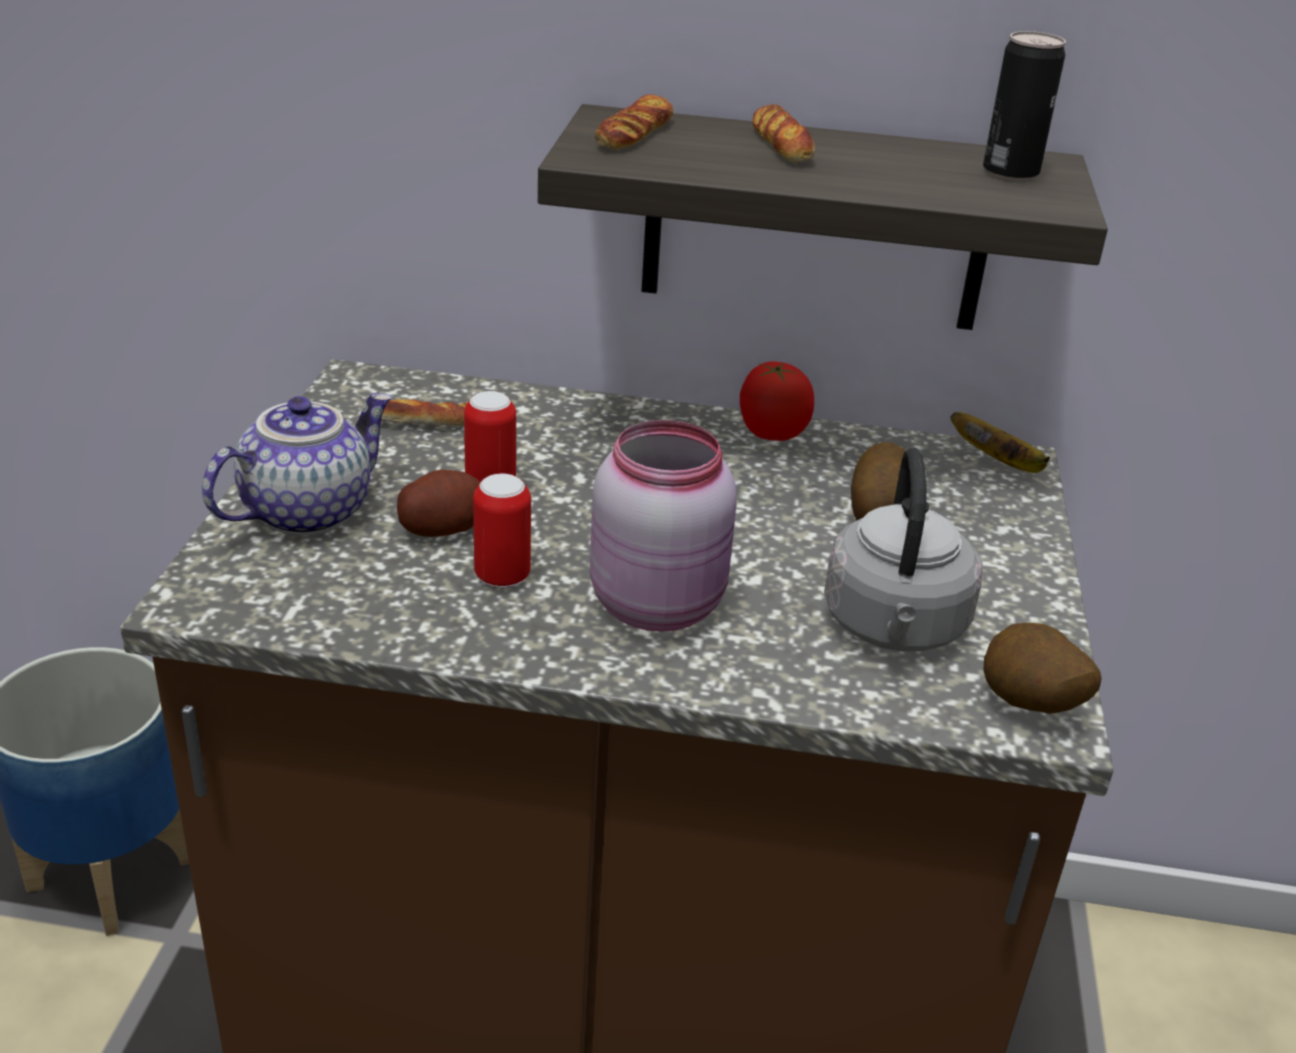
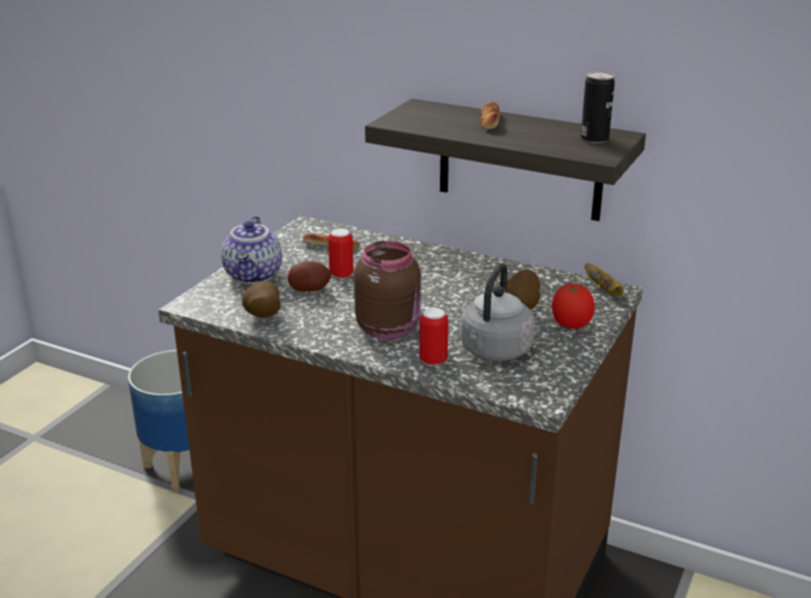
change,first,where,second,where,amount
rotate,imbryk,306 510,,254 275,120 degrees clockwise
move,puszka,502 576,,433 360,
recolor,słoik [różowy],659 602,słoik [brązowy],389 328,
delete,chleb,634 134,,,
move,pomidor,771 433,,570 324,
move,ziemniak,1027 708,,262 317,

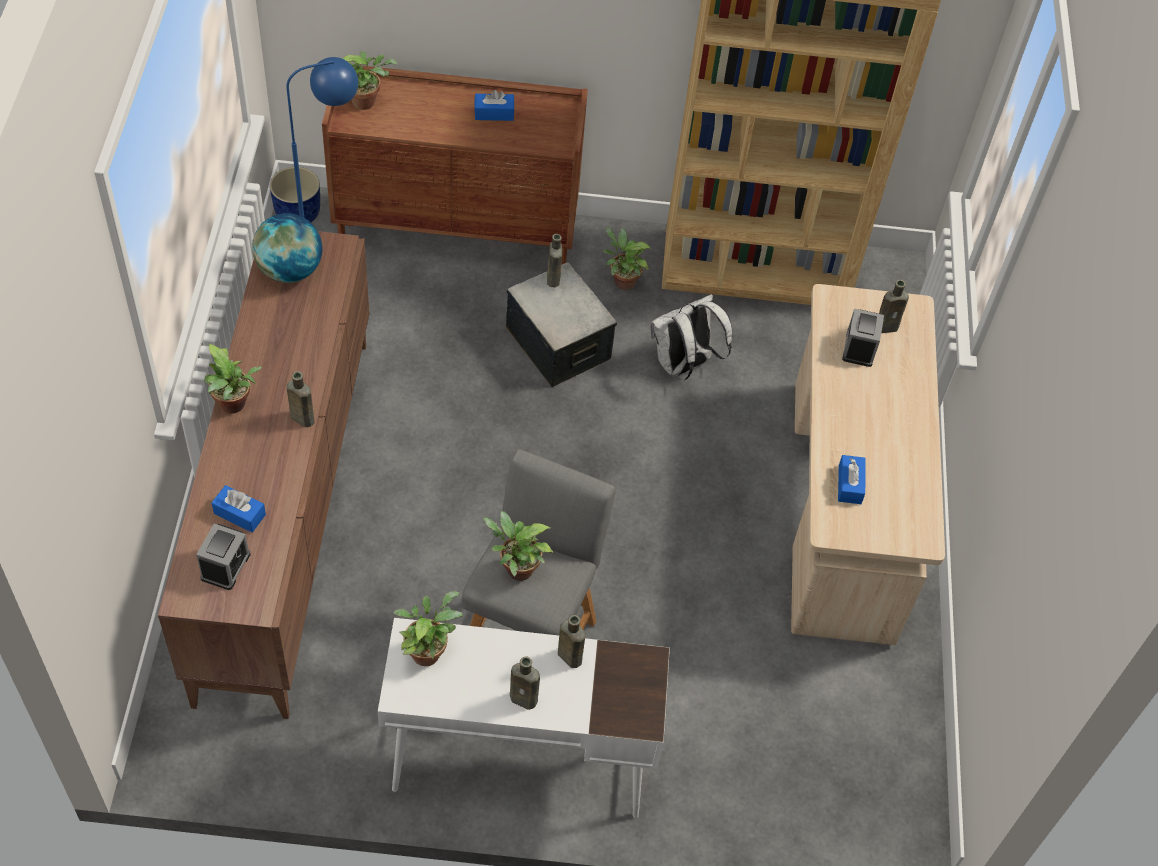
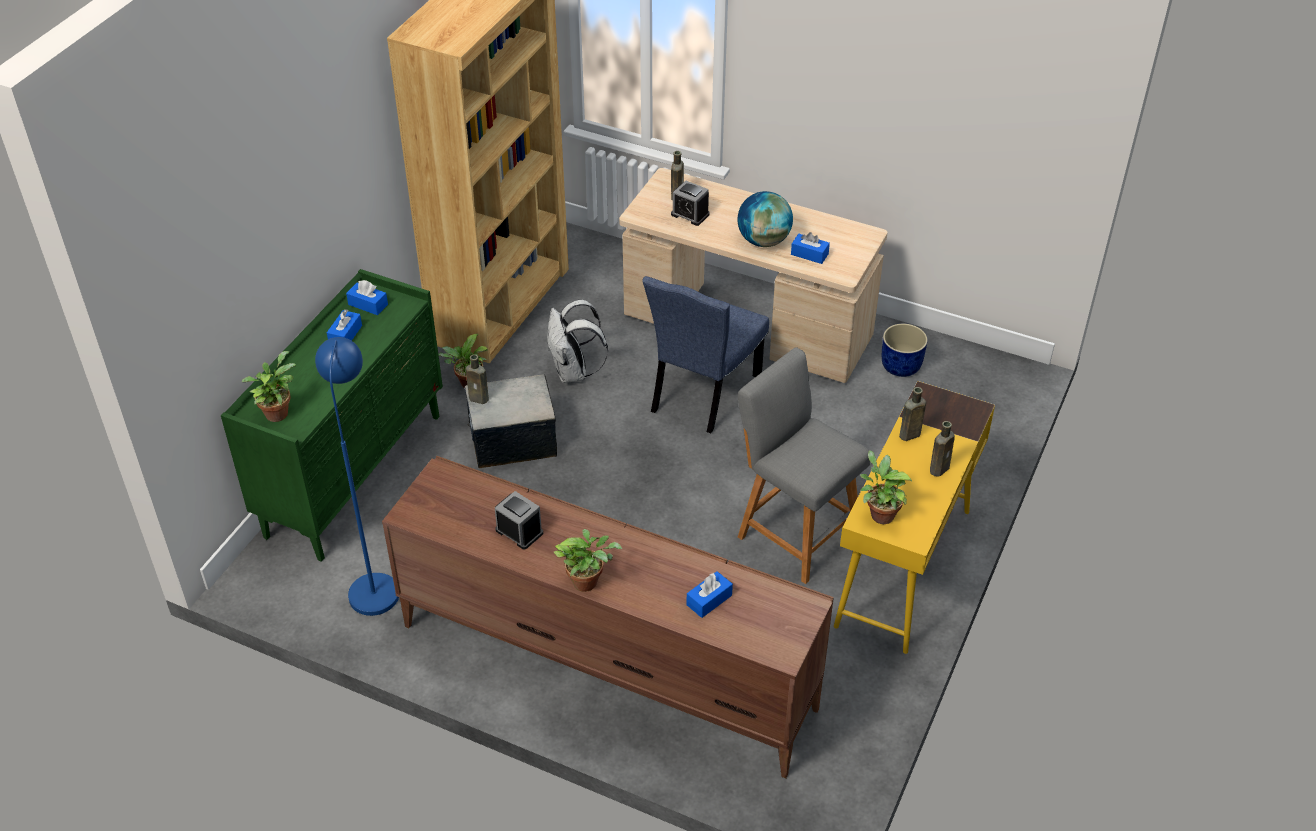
change,first,where,second,where,amount
move,budzik,225 566,,519 531,
move,globus,290 270,,764 241,
move,donica [niebieski],298 214,,901 366,
delete,butelka [brązowy],301 417,,,
recolor,szafka [brązowy],458 234,szafka [zielony],355 474,
recolor,biurko [biały],518 762,biurko [żółty],903 568,
delete,roślina doniczkowa,516 569,,,
insert,,,pudełko chusteczek [niebieski],368 304,
insert,,,krzesło [niebieski],704 390,

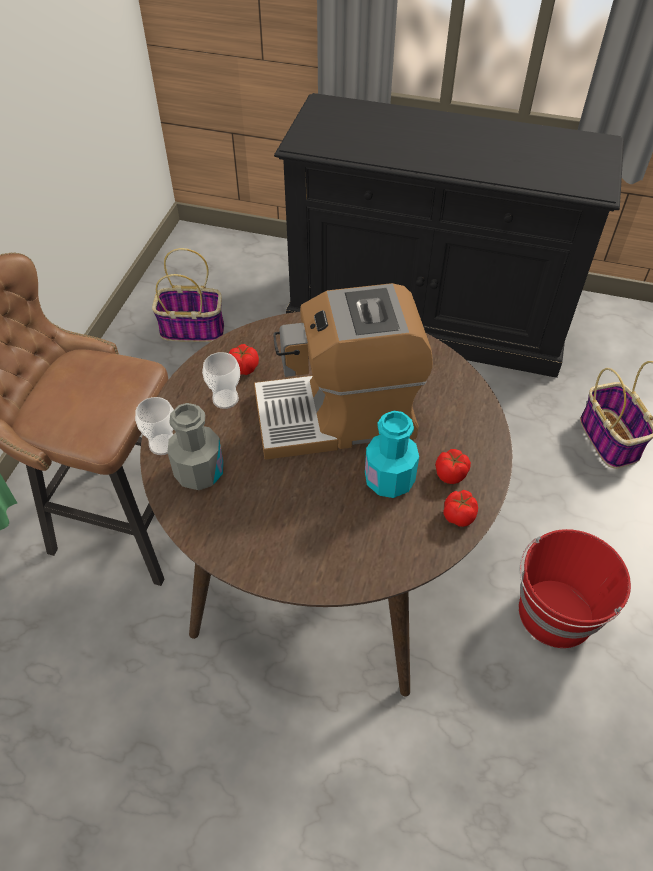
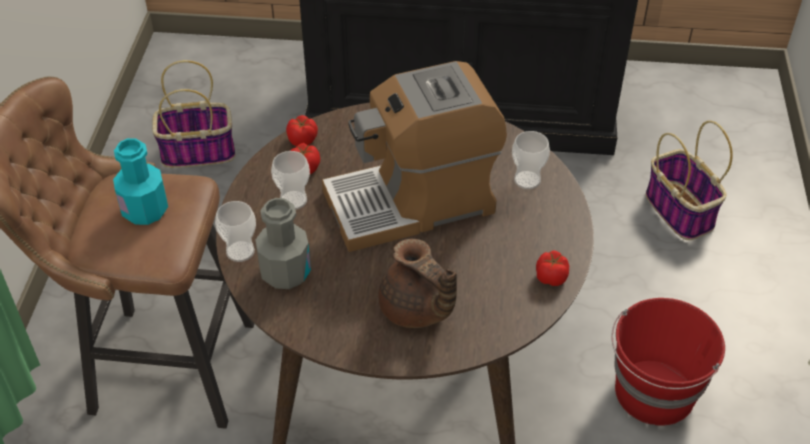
change,first,where,second,where,amount
move,butelka [turkusowy],389 480,,145 210,
move,pomidor,451 474,,303 140,
insert,,,imbryk [brązowy],416 310,
insert,,,filiżanka,527 180,

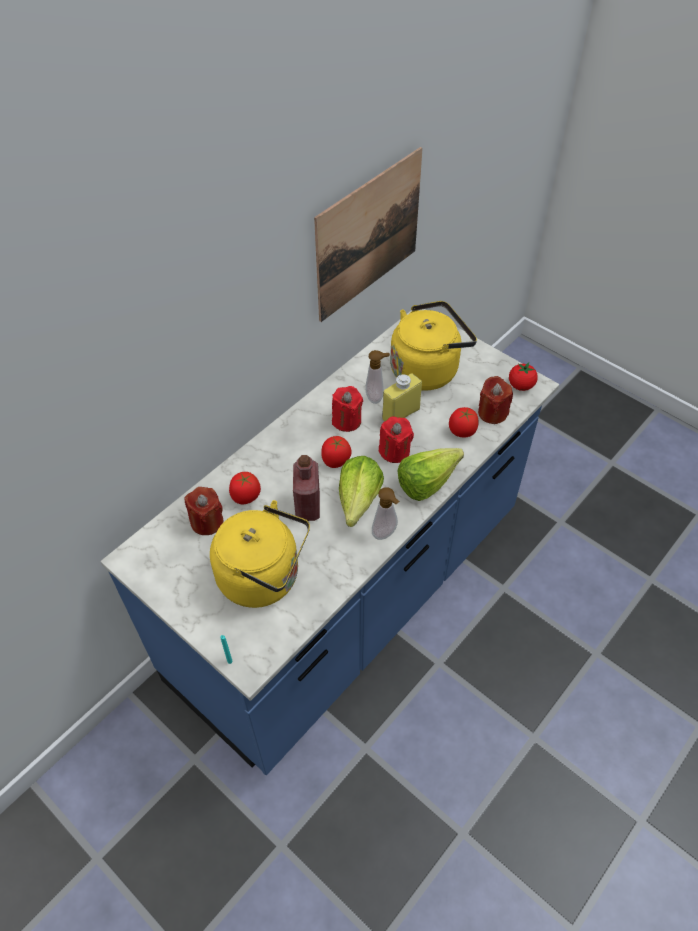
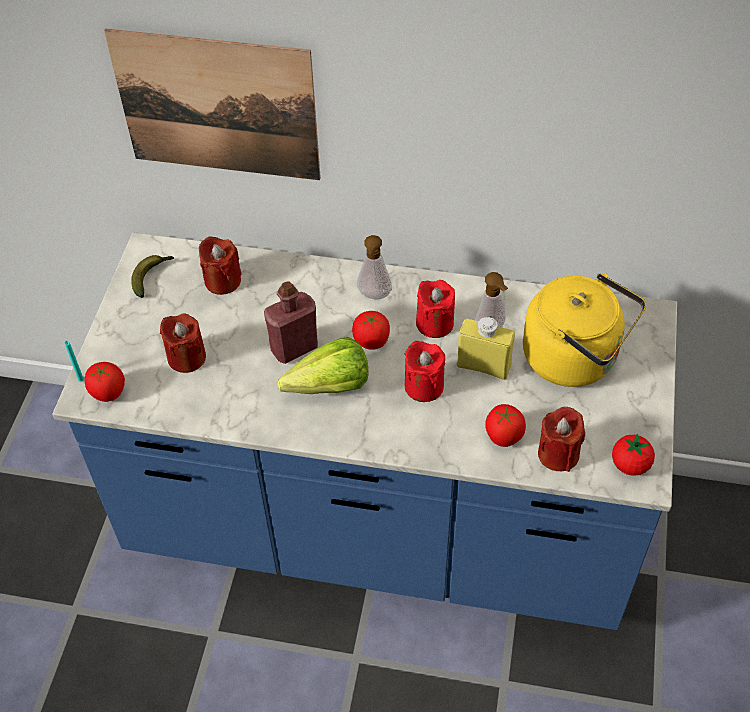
change,first,where,second,where,amount
replace,czajnik [żółty],264 577,świeca [czerwony],186 357,
move,pomidor,246 497,,108 393,
move,obraz,368 235,,217 106,
move,dozownik mydła,386 534,,373 296,
delete,sałata,432 481,,,
insert,,,banan,152 277,

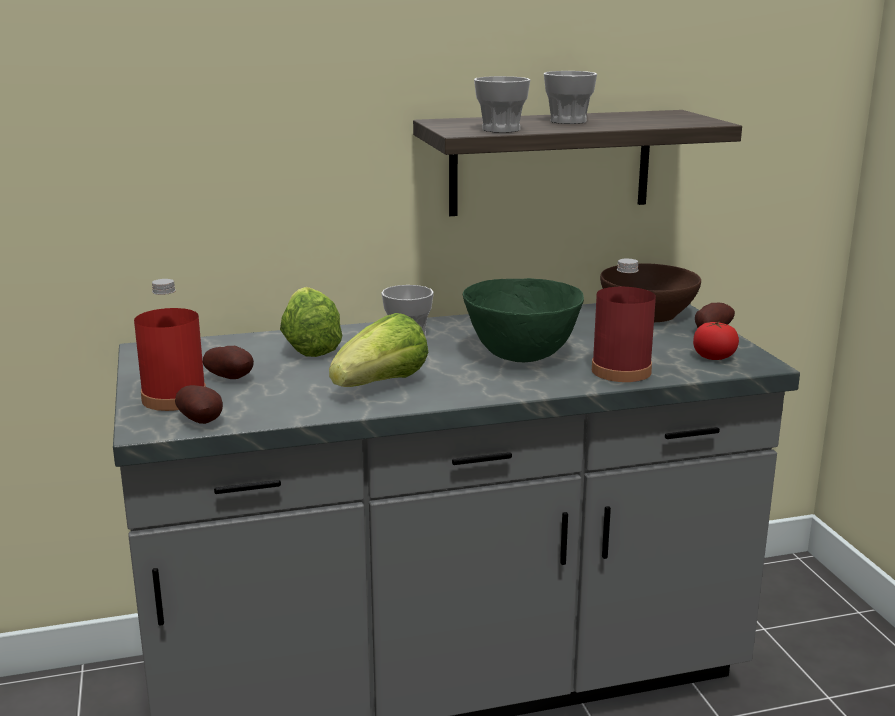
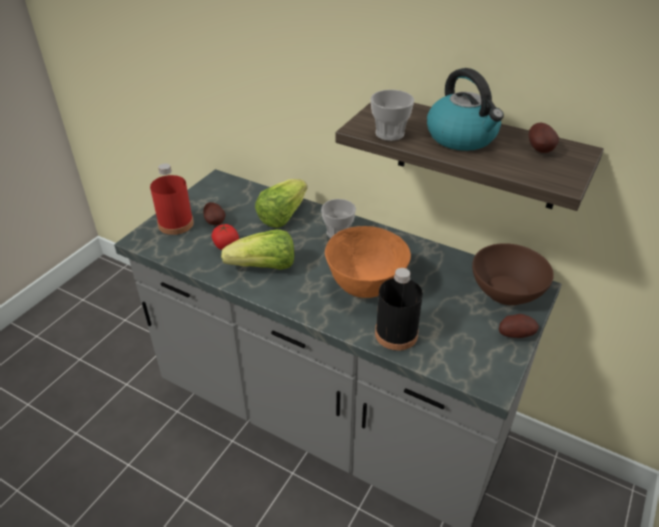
change,first,where,second,where,amount
move,ziemniak,202 422,,540 150,
recolor,miska [zielony],522 356,miska [pomarańczowy],365 286,
replace,filiżanka,568 121,czajnik,462 137,
recolor,butelka [czerwony],621 371,butelka [czarny],396 334,
move,pomidor,714 357,,226 246,

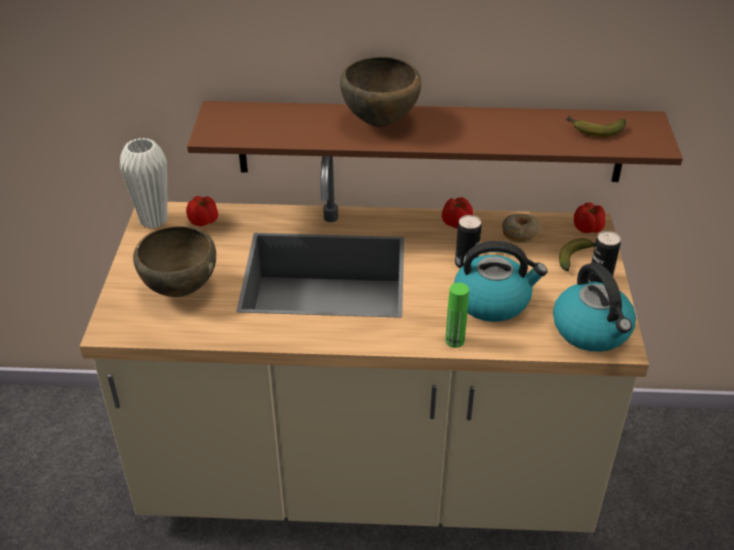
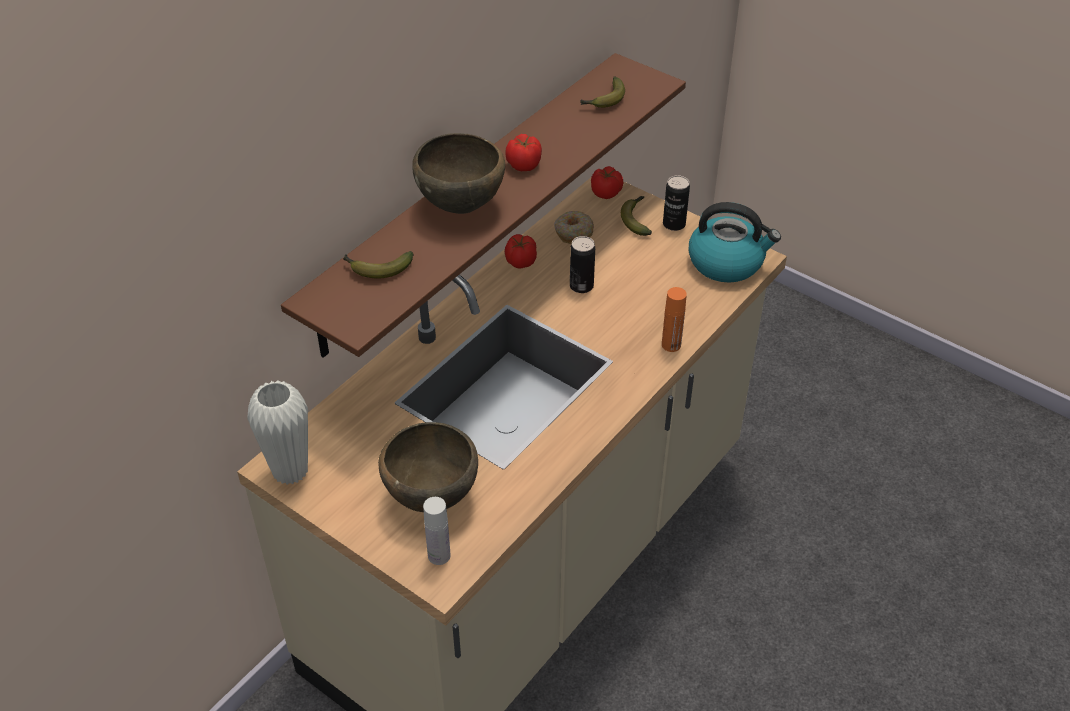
change,first,where,second,where,amount
move,pomidor,204 221,,524 164,
recolor,butelka [zielony],454 340,butelka [pomarańczowy],671 345,
delete,czajnik,493 301,,,
insert,,,banan,376 269,
insert,,,butelka [biały],439 555,

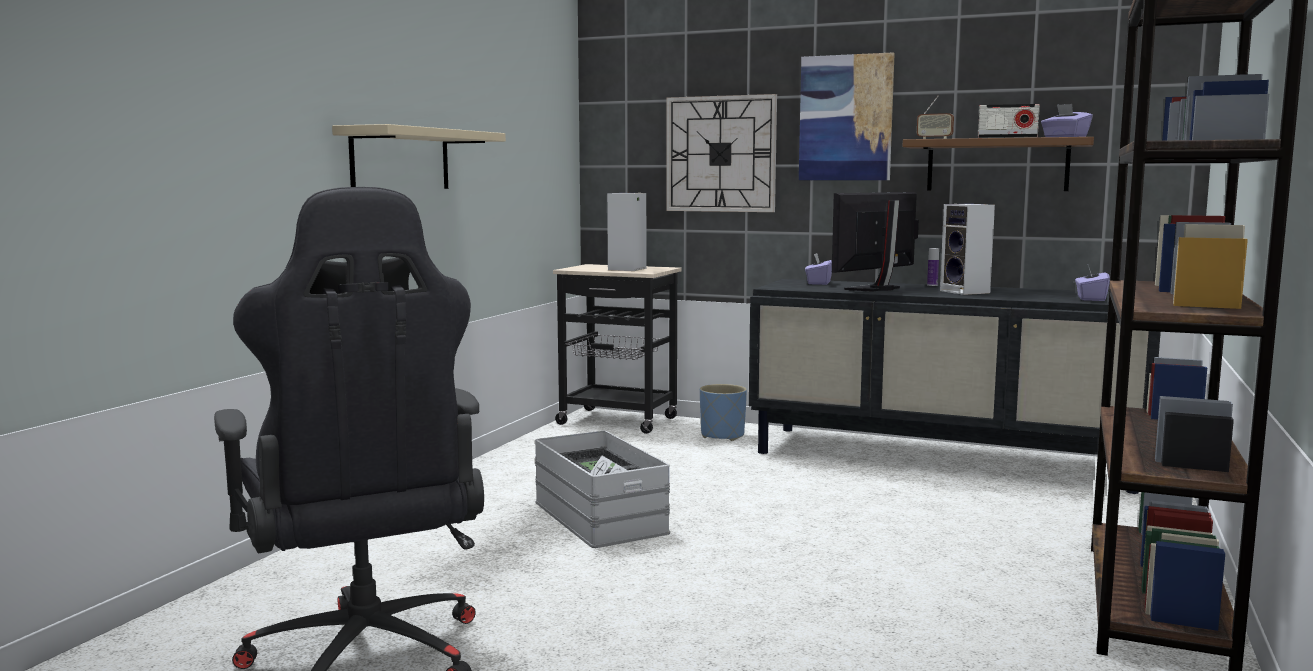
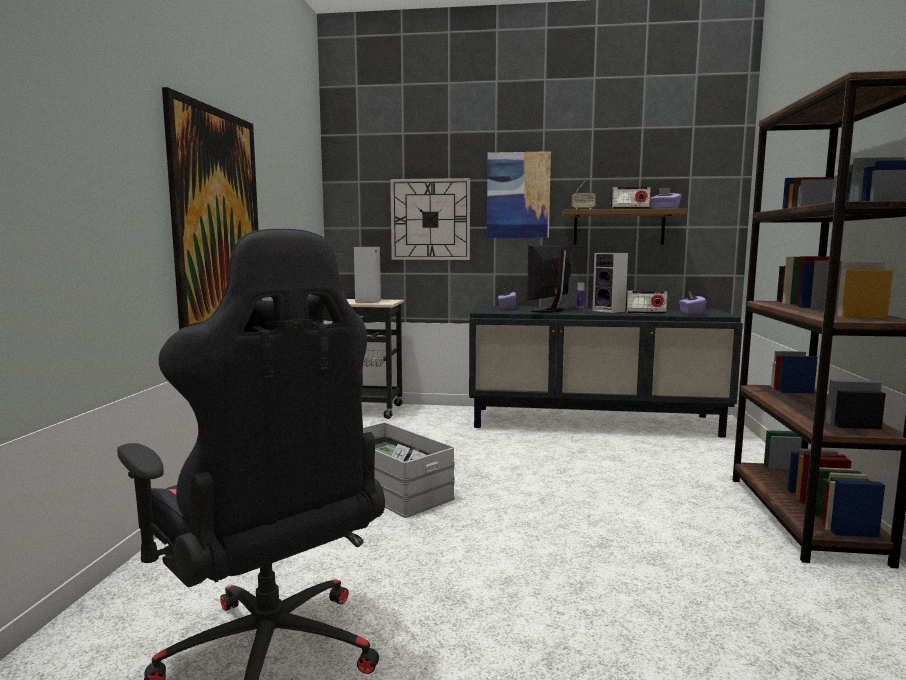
change,first,where,second,where,amount
replace,półka [beżowy],401 160,obraz,217 217,
delete,donica [niebieski],723 435,,,
insert,,,radio,645 313,

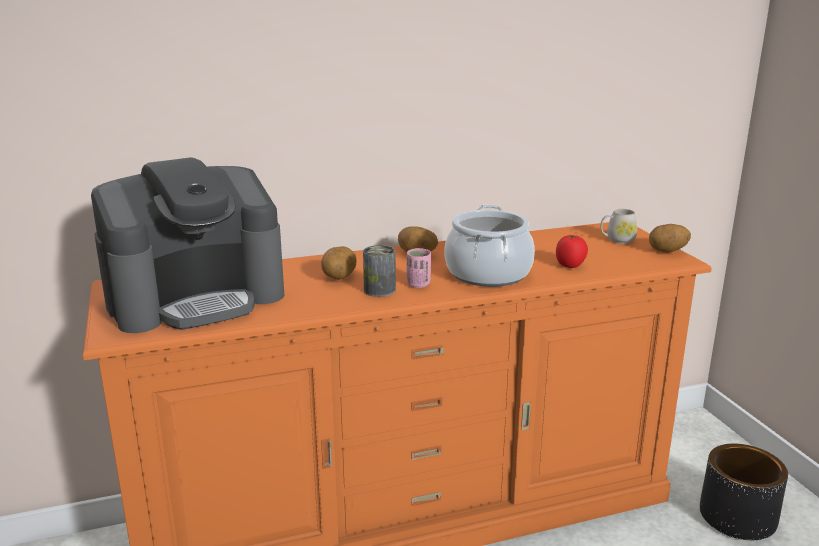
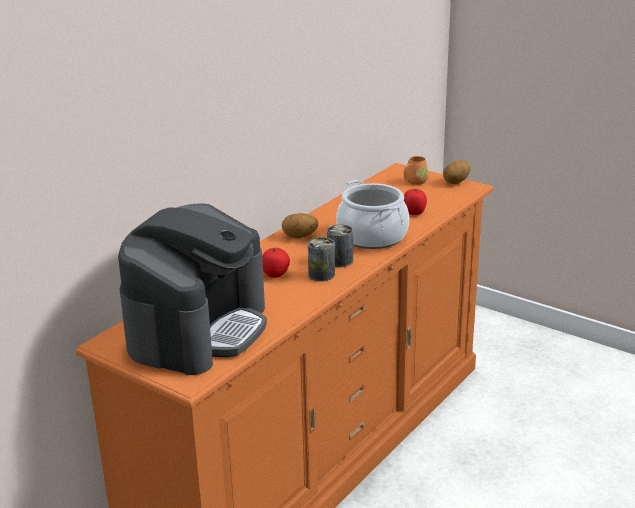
change,first,where,second,where,amount
replace,ziemniak,339 277,pomidor,276 275,
replace,filiżanka [różowy],418 284,puszka,340 261,
recolor,kubek [biały],617 240,kubek [pomarańczowy],414 182,
delete,donica [czarny],737 517,,,

